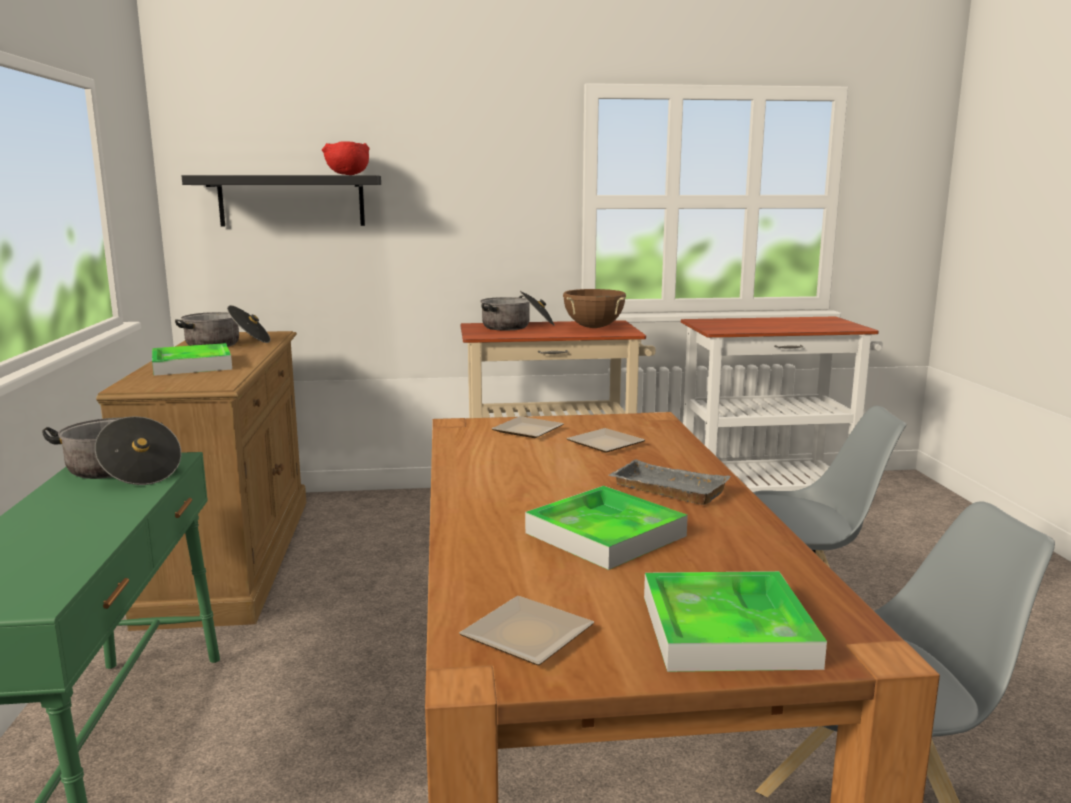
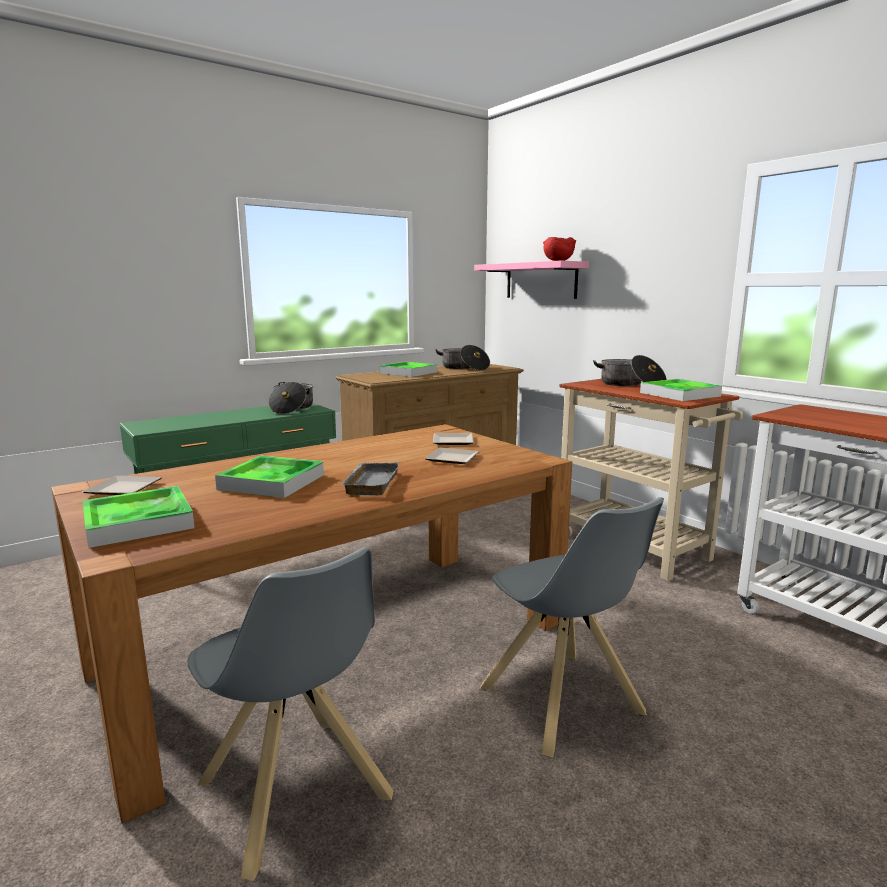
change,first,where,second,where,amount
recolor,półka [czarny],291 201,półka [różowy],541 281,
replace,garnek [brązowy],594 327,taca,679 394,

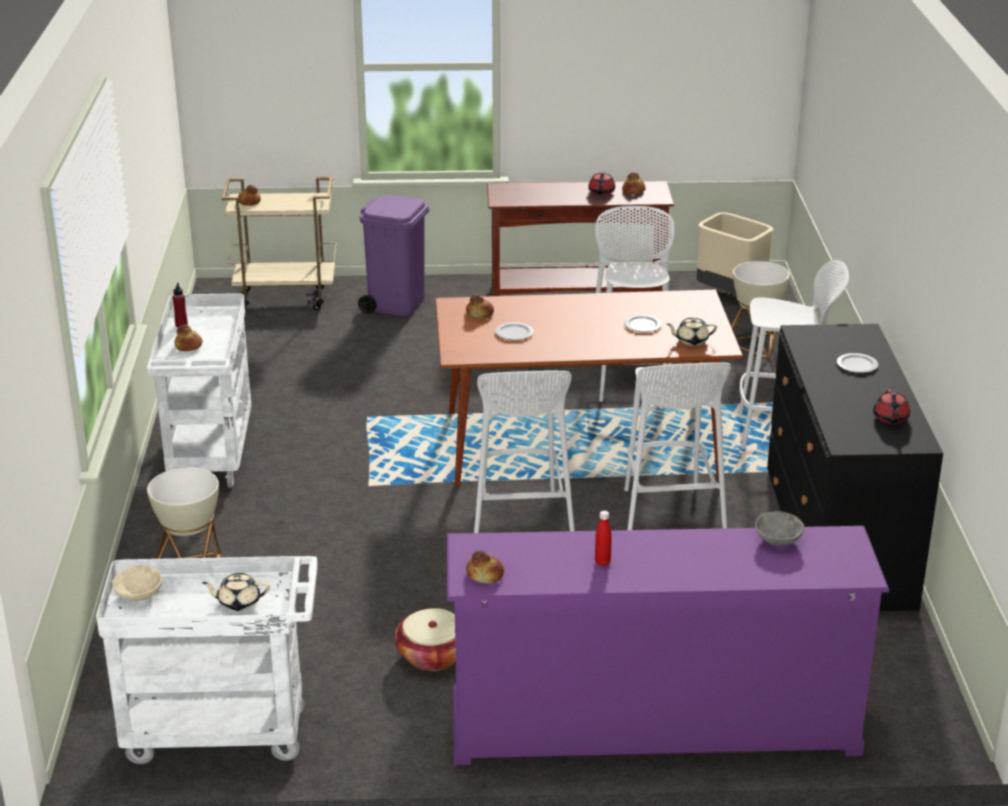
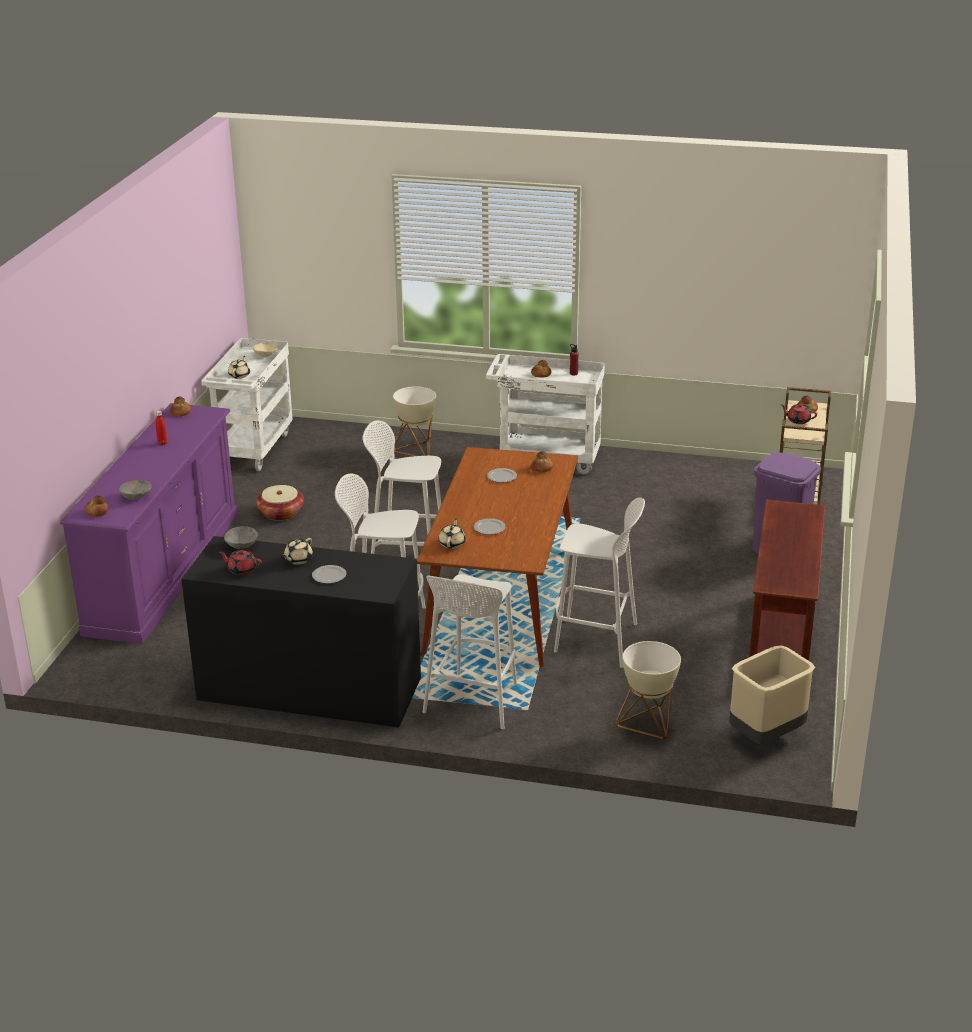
change,first,where,second,where,amount
move,imbryk [czerwony],601 192,,798 420,
move,chleb,634 190,,96 512,
insert,,,miska [szary],242 545,
insert,,,imbryk [beżowy],298 559,

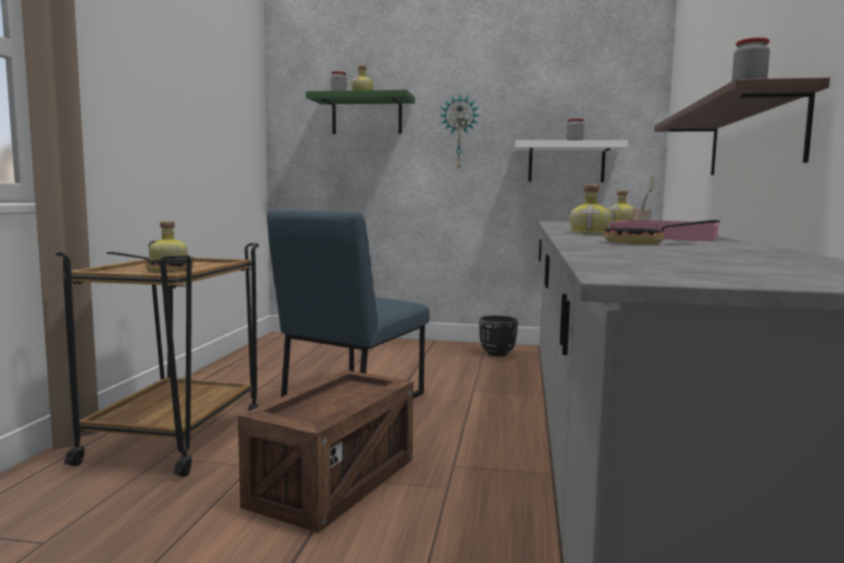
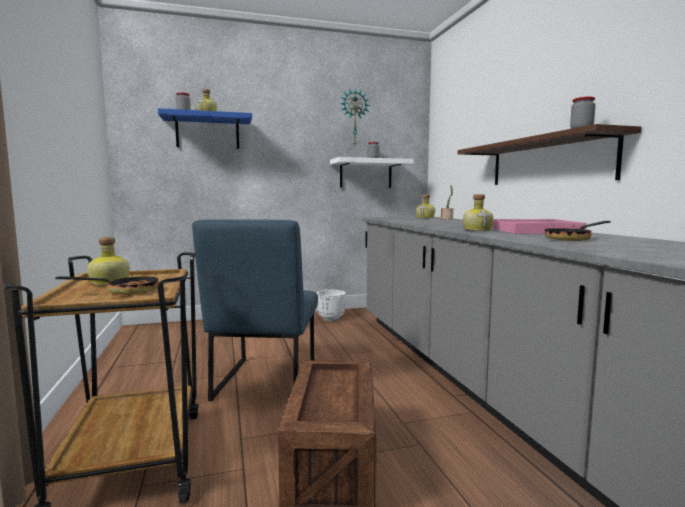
change,first,where,second,where,amount
recolor,półka [zielony],367 115,półka [niebieski],207 132,
move,zegar ścienny,459 132,,354 117,
recolor,donica [czarny],497 353,donica [biały],330 319,

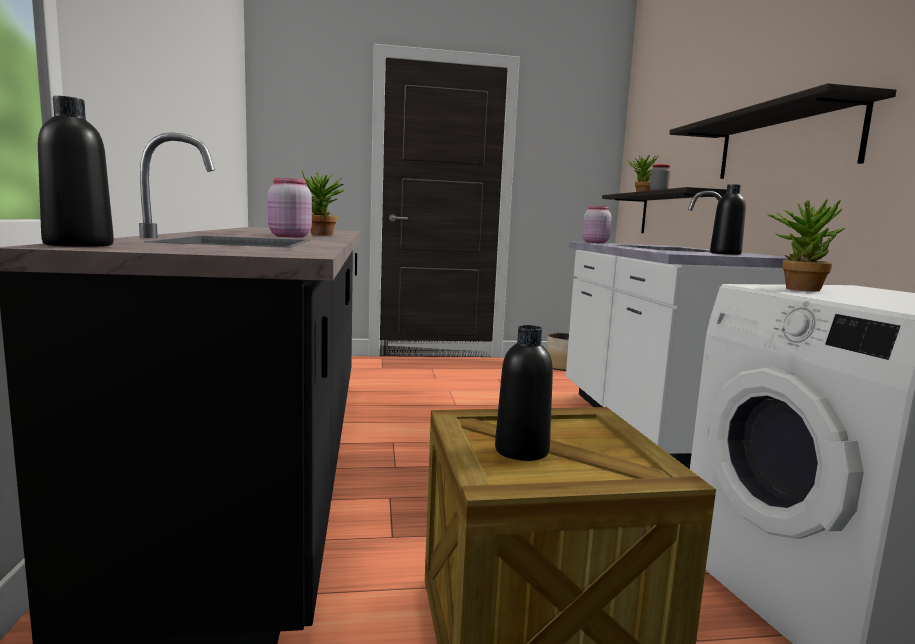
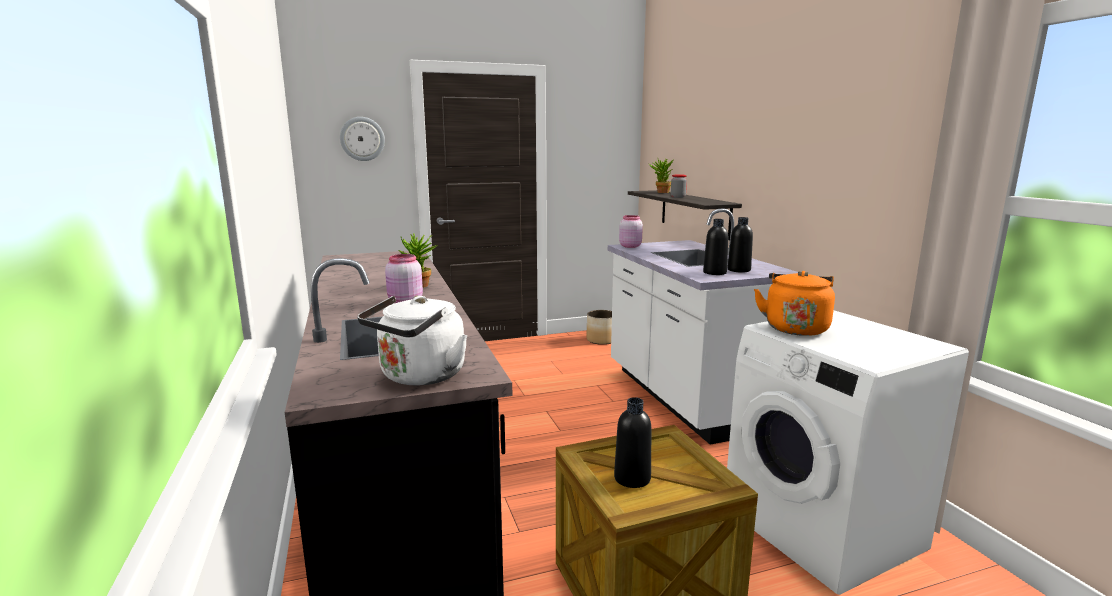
change,first,where,second,where,amount
move,butelka [czarny],79 245,,714 272,
delete,półka,784 144,,,
replace,roślina doniczkowa,797 288,czajnik [pomarańczowy],795 328,
insert,,,zegar ścienny,362 139,
insert,,,czajnik [biały],419 377,

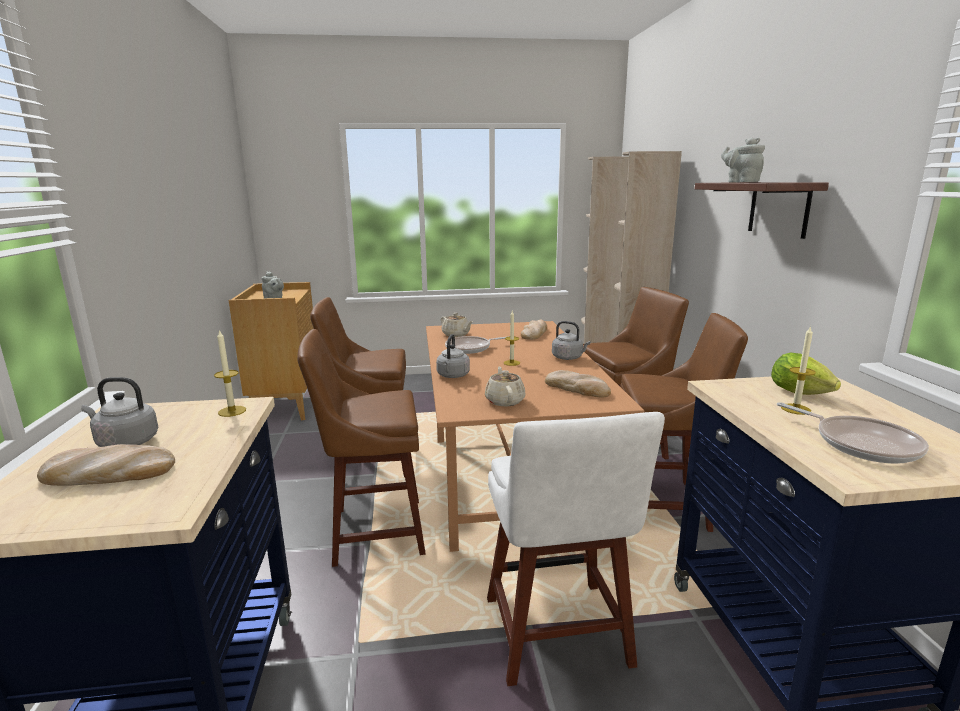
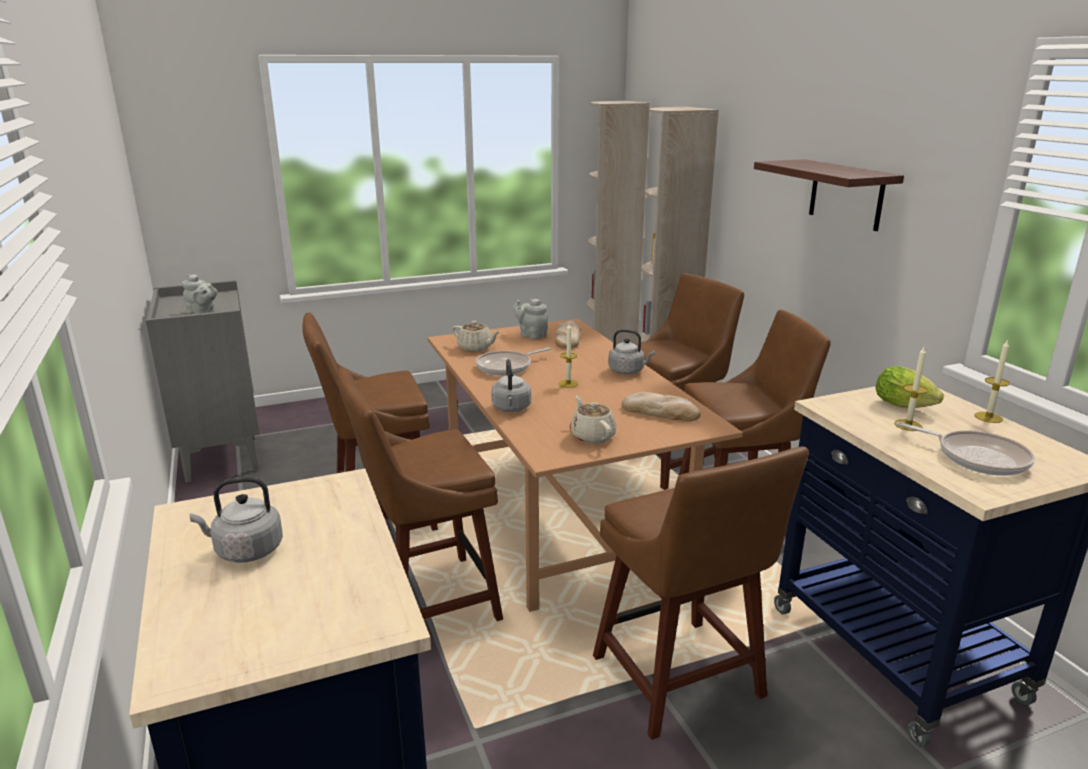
change,first,where,second,where,amount
delete,chleb,108 473,,,
move,świeca,232 411,,988 417,
recolor,szafka [brązowy],287 405,szafka [szary],222 452,
recolor,krzesło [biały],558 637,krzesło [brązowy],681 682,
move,imbryk [szary],741 182,,531 335,

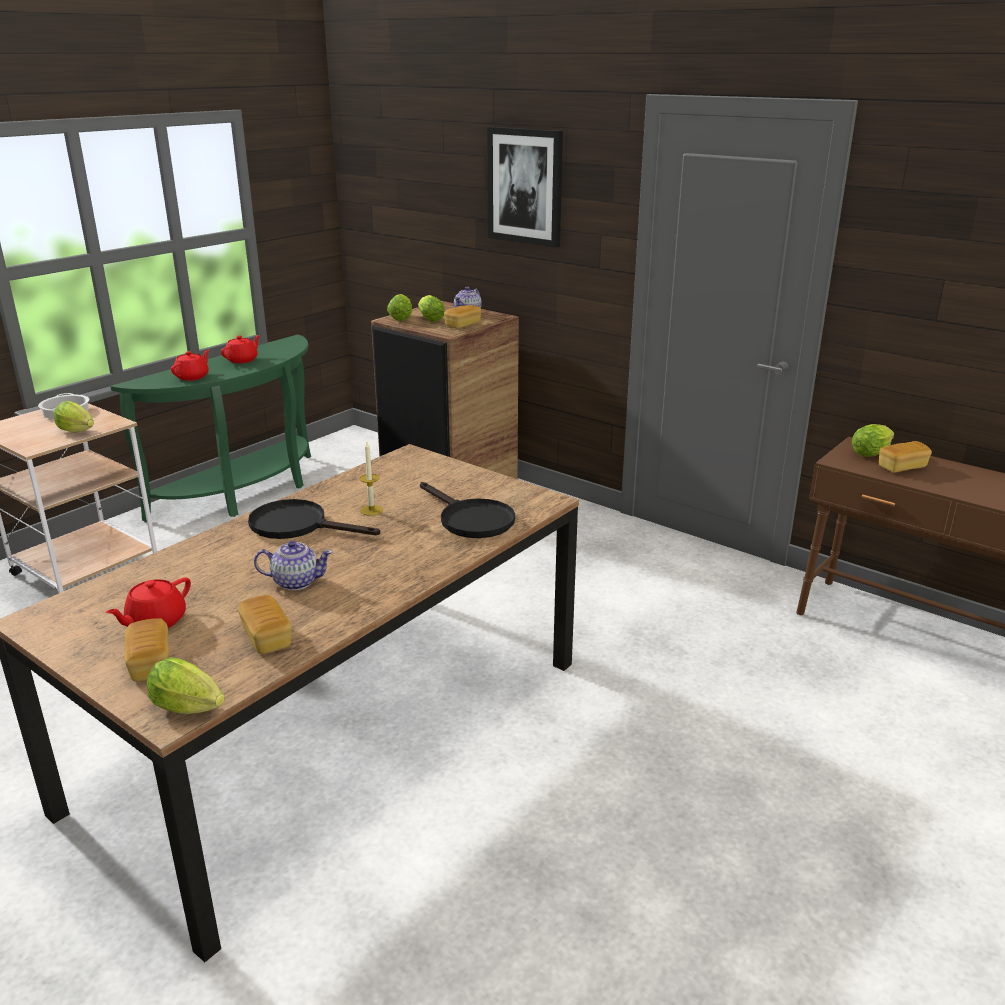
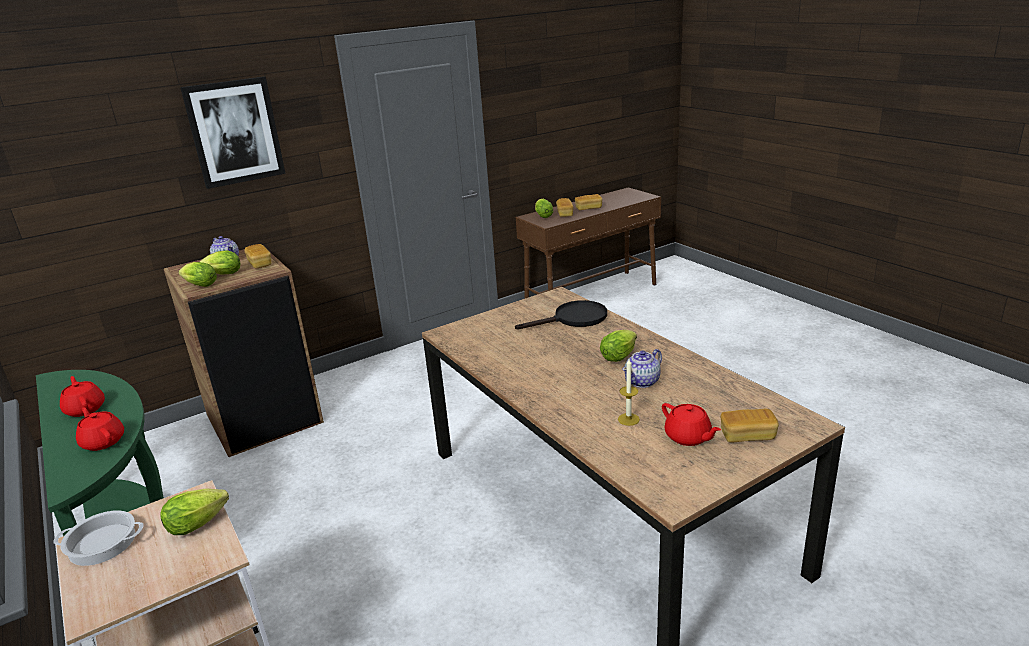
change,first,where,second,where,amount
move,sałata,191 709,,620 356,
move,chleb,267 638,,588 208,
delete,patelnia [czarny],298 525,,,
rotate,imbryk,295 582,,642 381,150 degrees counterclockwise
move,świeca,371 510,,628 419,

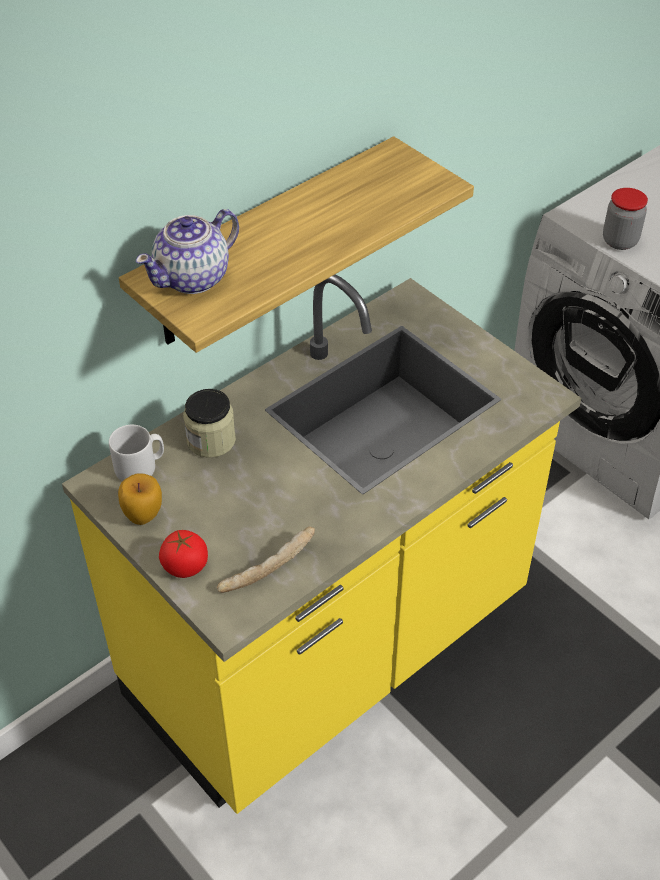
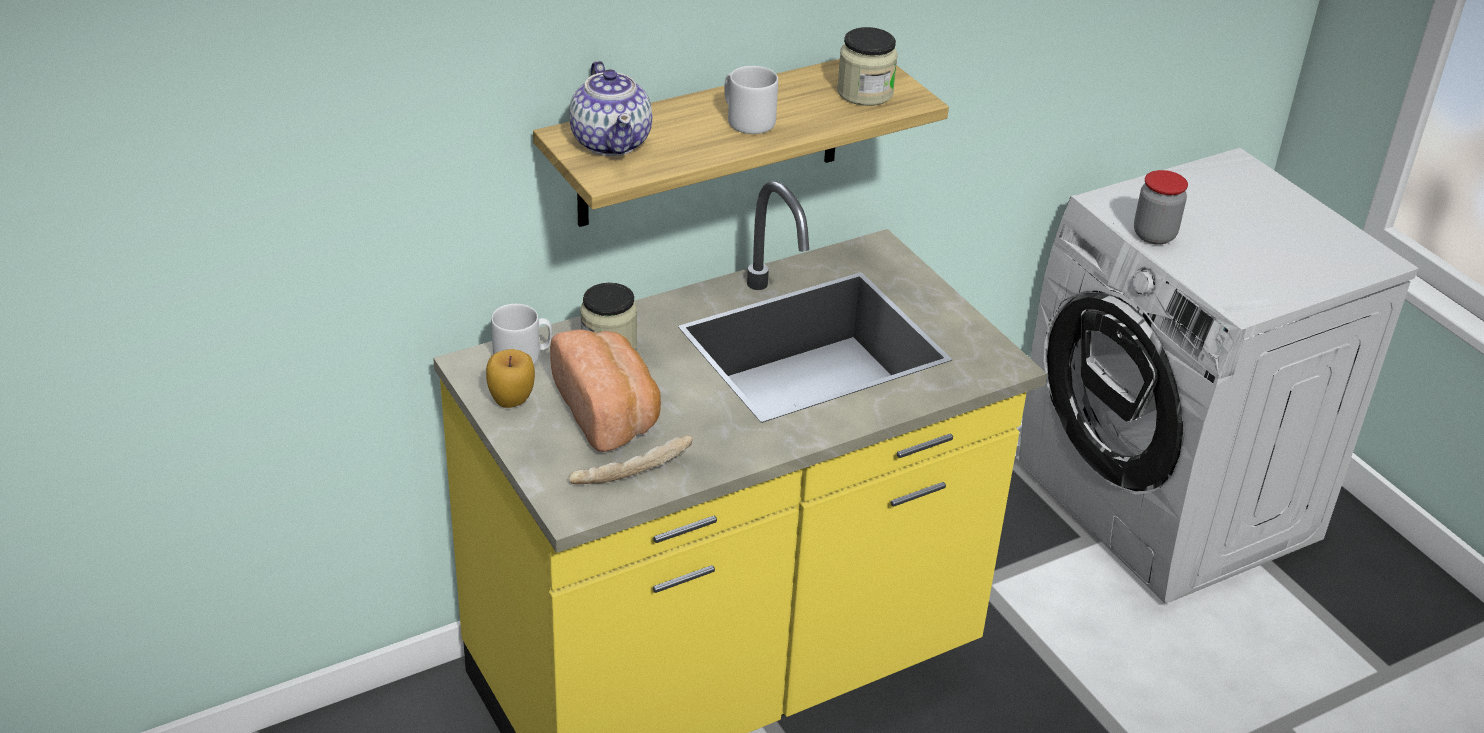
change,first,where,second,where,amount
rotate,imbryk,194 278,,611 142,75 degrees counterclockwise
delete,pomidor,185 565,,,
insert,,,chleb,609 411,
insert,,,kubek [szary],747 120,
insert,,,słoik,865 93,

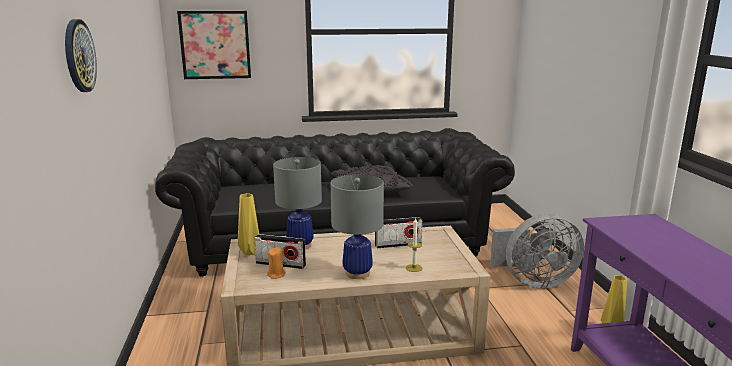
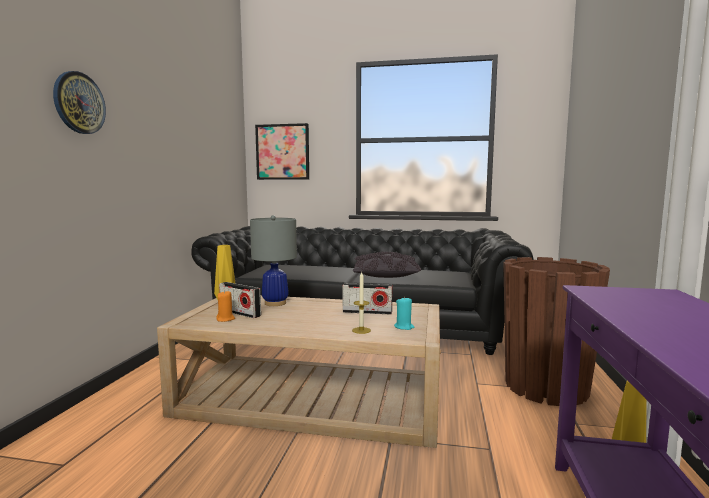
change,first,where,second,where,amount
delete,lampa stołowa [szary],357 273,,,
replace,wentylator [szary],533 281,donica [brązowy],546 387,
insert,,,świeca [turkusowy],404 327,

